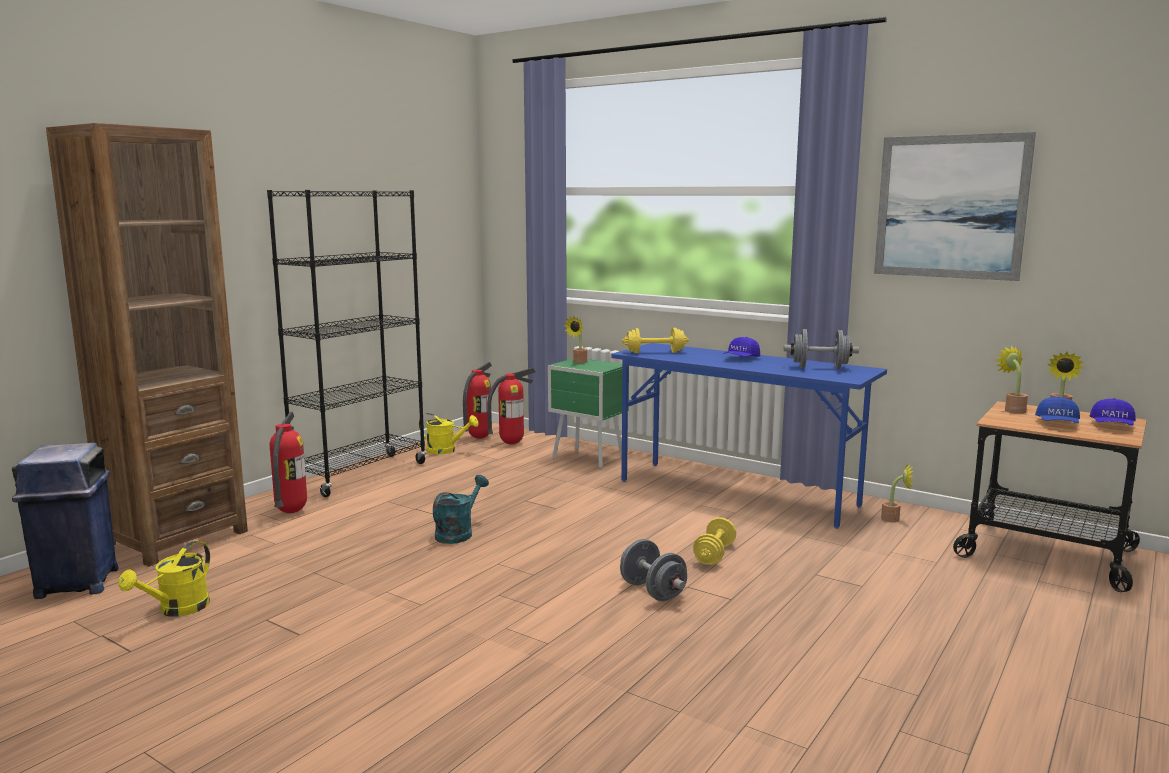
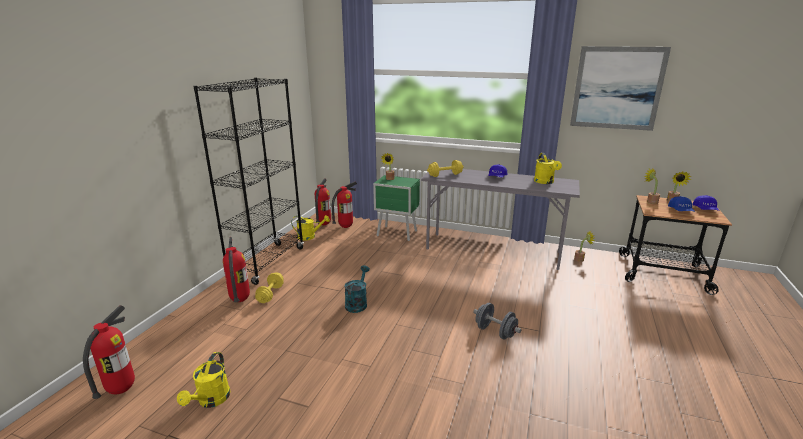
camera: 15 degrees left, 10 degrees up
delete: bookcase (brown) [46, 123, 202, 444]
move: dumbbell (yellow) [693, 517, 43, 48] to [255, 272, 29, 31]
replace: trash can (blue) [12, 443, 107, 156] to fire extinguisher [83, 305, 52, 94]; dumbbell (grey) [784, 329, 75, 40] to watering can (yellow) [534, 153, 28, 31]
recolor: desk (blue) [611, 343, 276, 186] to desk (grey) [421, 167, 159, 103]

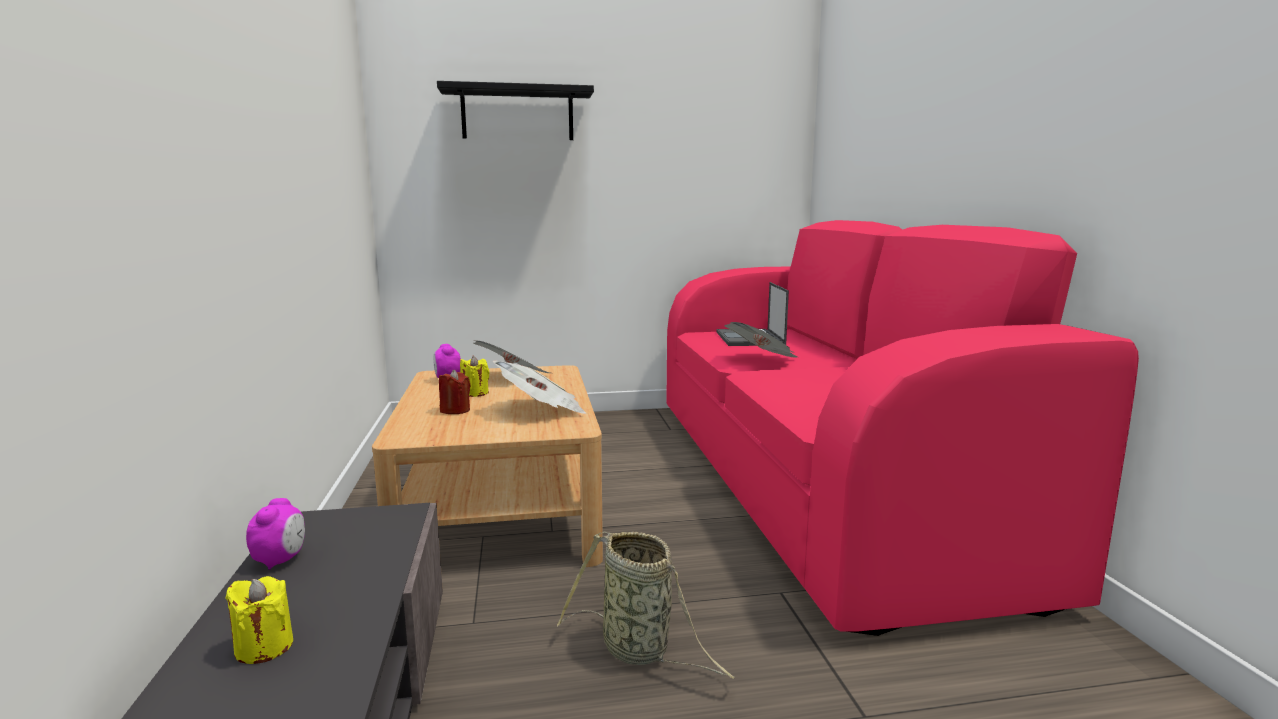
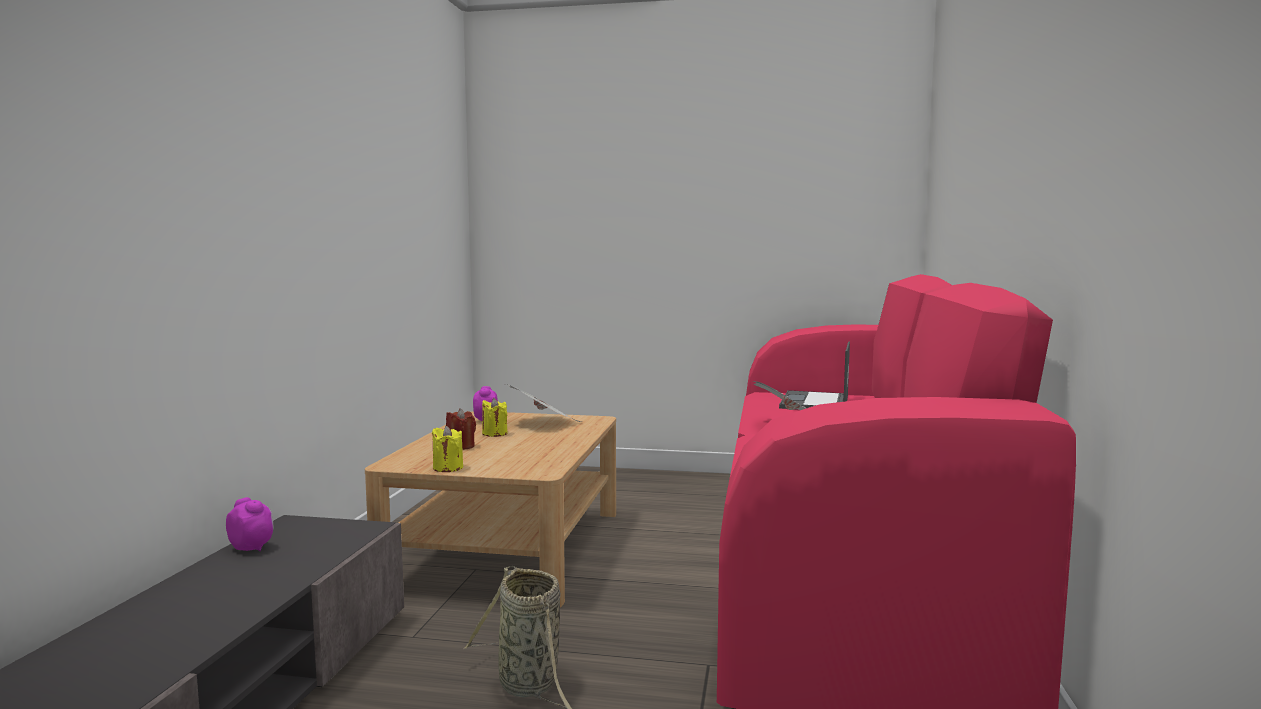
camera: 20 degrees right, 5 degrees down
delete: shelf (black) [437, 81, 157, 59]; newspaper [493, 360, 94, 54]
move: candle (yellow) [225, 576, 68, 88] to [432, 426, 31, 46]
rotate: alarm clock [246, 498, 59, 72] = [226, 497, 47, 54] 75 degrees counterclockwise

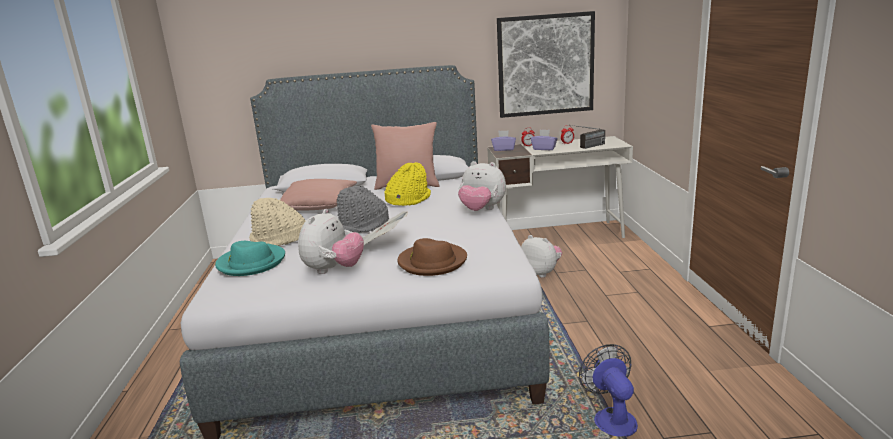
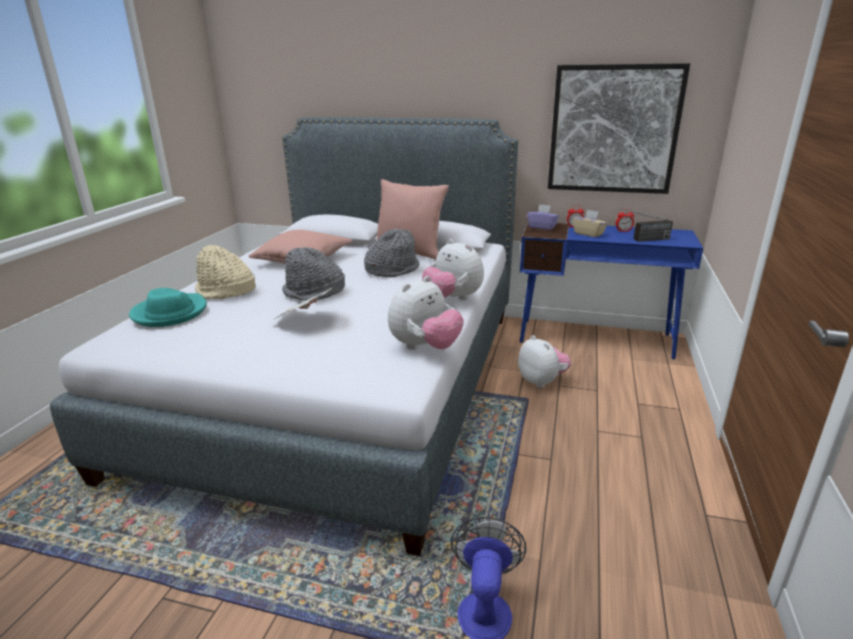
camera: 20 degrees right, 5 degrees up
delete: hat (brown) [397, 238, 70, 38]
move: plush toy [298, 209, 66, 65] to [388, 276, 76, 74]
recolor: hat (yellow) [384, 162, 47, 44] to hat (grey) [364, 228, 56, 49]; desk (white) [487, 136, 146, 102] to desk (blue) [520, 223, 183, 136]; tissue box (purple) [531, 130, 27, 20] to tissue box (beige) [573, 210, 35, 27]

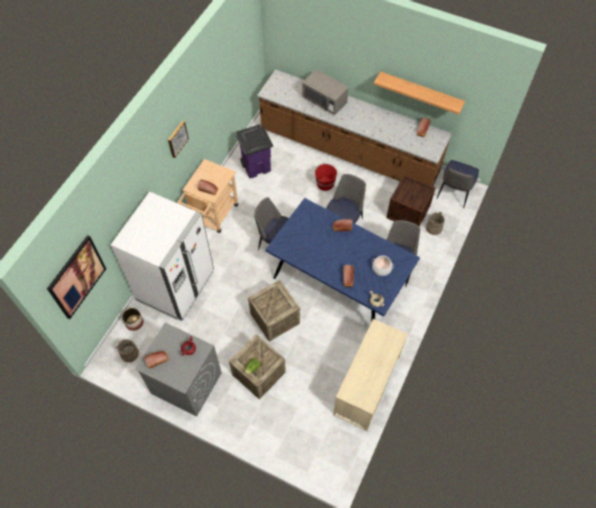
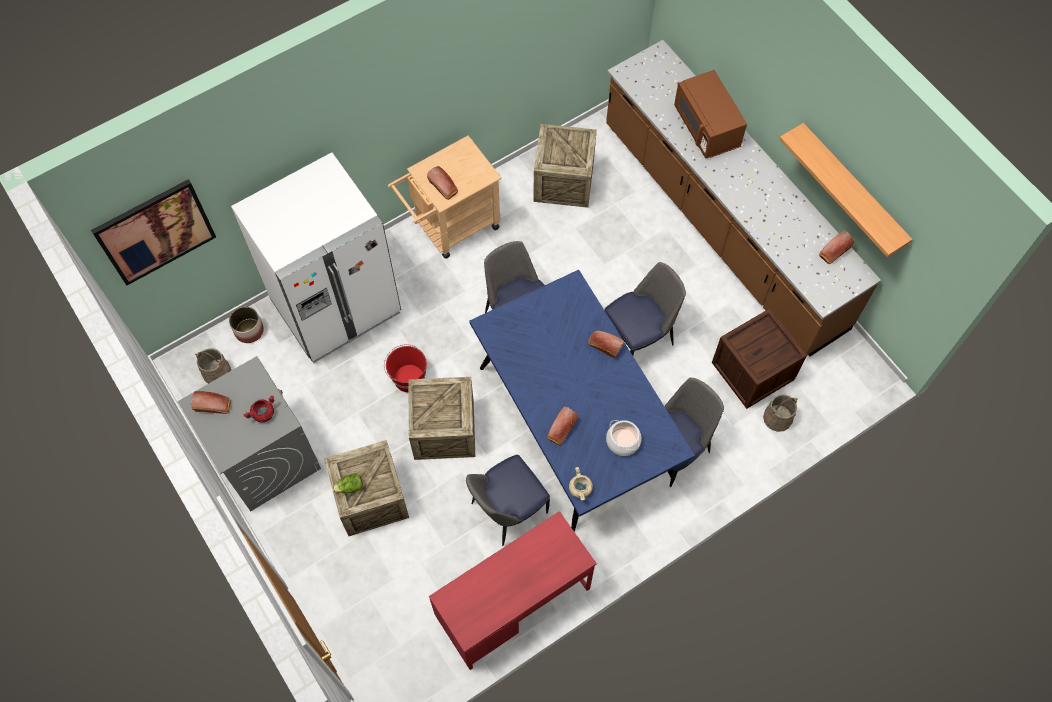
camera: 30 degrees right, 5 degrees up
delete: picture [168, 121, 21, 37]
move: bucket (red) [314, 163, 23, 28] to [384, 344, 43, 48]; chair [437, 160, 42, 48] to [466, 455, 84, 91]
replace: trash can (purple) [236, 124, 37, 54] to crate [533, 124, 64, 84]
recolor: microwave (grey) [302, 69, 47, 46] to microwave (brown) [674, 70, 73, 89]; desk (beige) [333, 319, 75, 112] to desk (red) [429, 511, 168, 159]

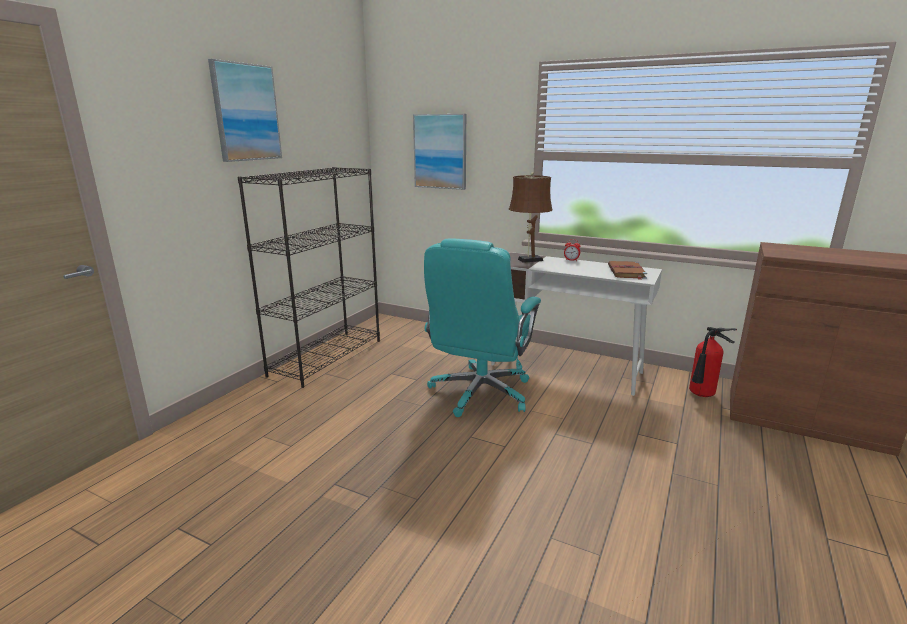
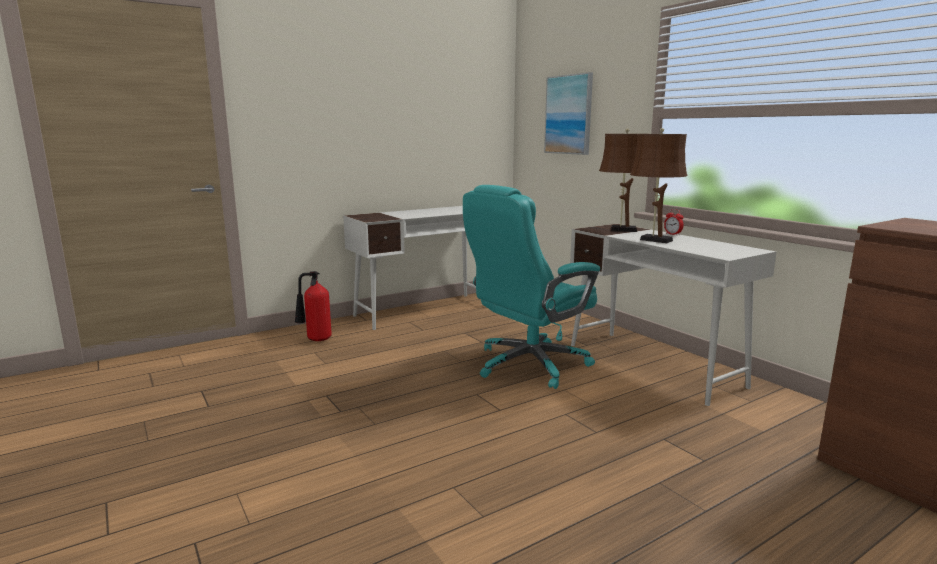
camera: 30 degrees right, 5 degrees down
delete: picture [208, 59, 74, 103]; book (brown) [608, 261, 39, 19]
insert: table lamp (brown) [630, 128, 57, 115]
move: fire extinguisher [689, 327, 48, 70] to [295, 271, 37, 70]
replace: bookcase (black) [238, 167, 142, 221] to desk (white) [343, 206, 133, 124]

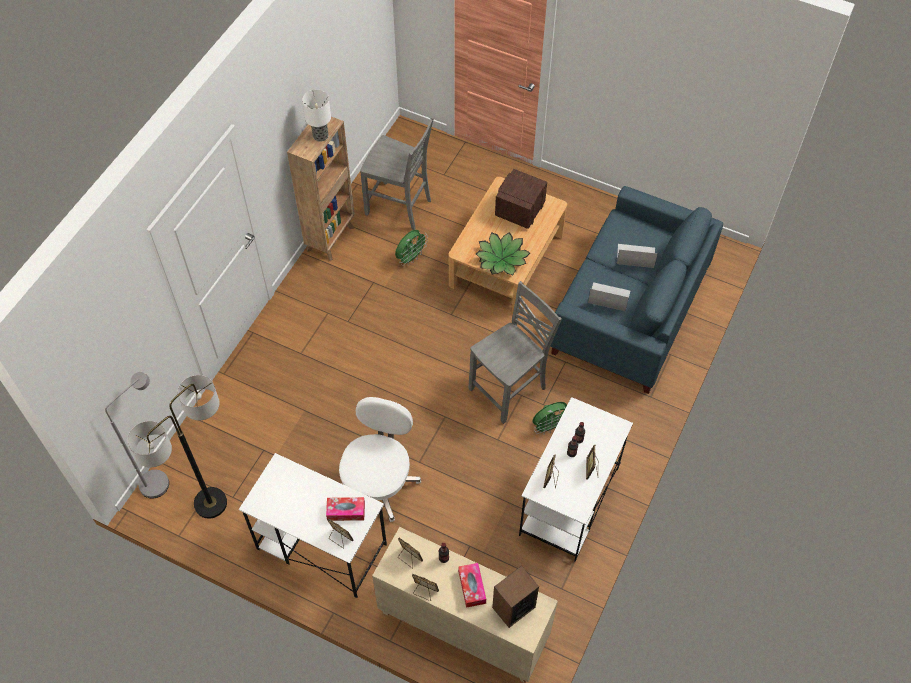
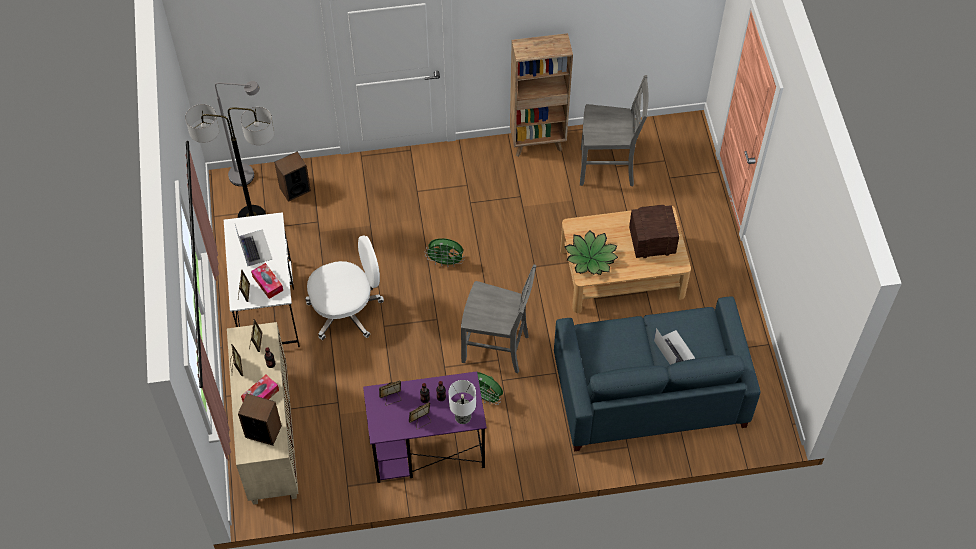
camera: 55 degrees right, 0 degrees up
insert: speaker [274, 152, 37, 50]
move: table lamp [302, 90, 29, 52] to [449, 380, 27, 44]; fan (green) [395, 230, 33, 36] to [425, 238, 40, 28]; laptop [588, 282, 42, 29] to [235, 224, 37, 42]
recolor: desk (white) [519, 397, 114, 165] to desk (purple) [363, 371, 124, 112]
rotate: chair (grey) [360, 116, 74, 114] = [580, 75, 69, 111] 75 degrees counterclockwise

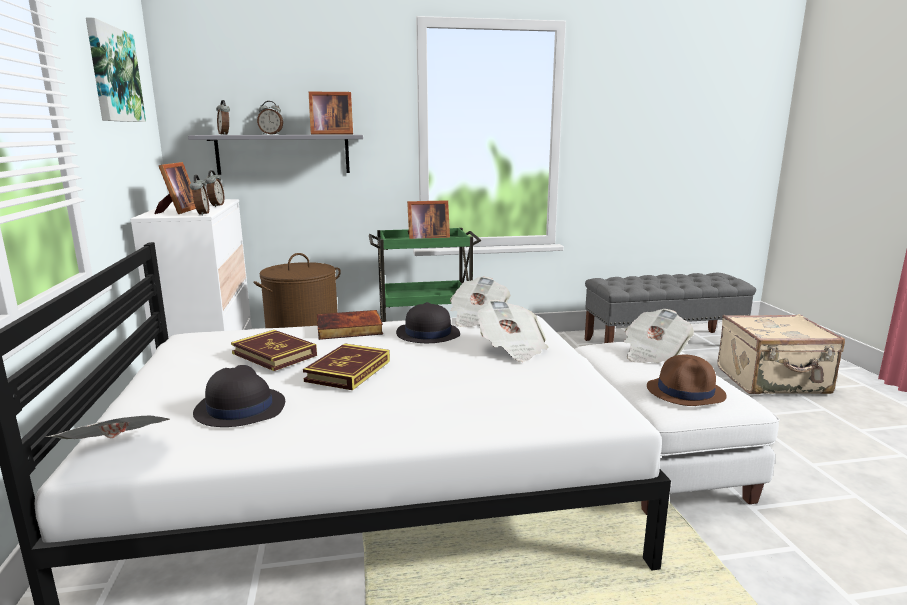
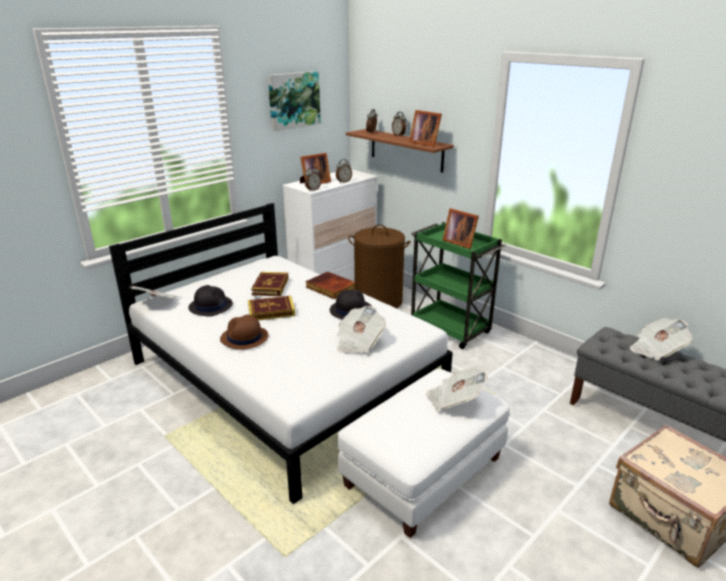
camera: 55 degrees right, 10 degrees up
move: newspaper [450, 277, 60, 50] to [630, 318, 62, 42]; hat (brown) [647, 355, 80, 51] to [220, 315, 48, 35]
recolor: shelf (grey) [188, 135, 175, 40] to shelf (brown) [346, 129, 108, 44]

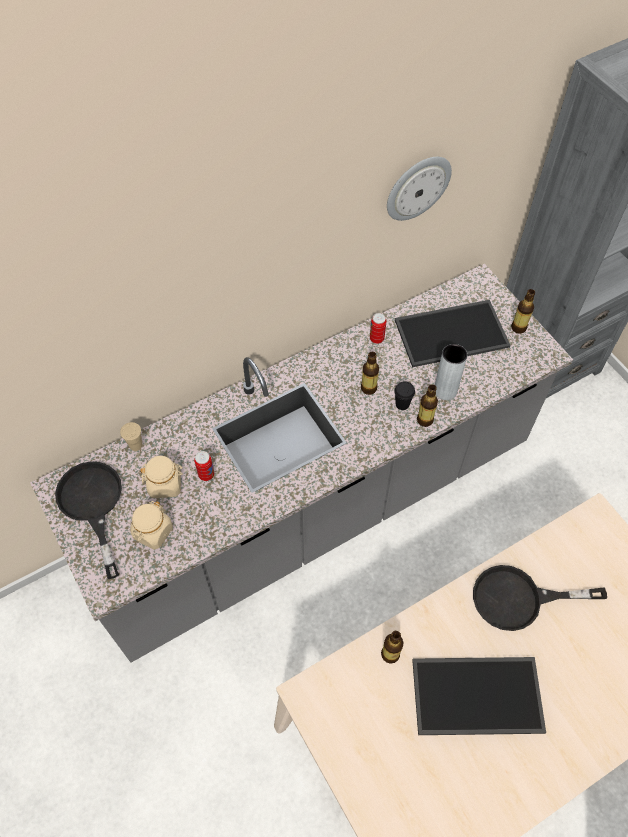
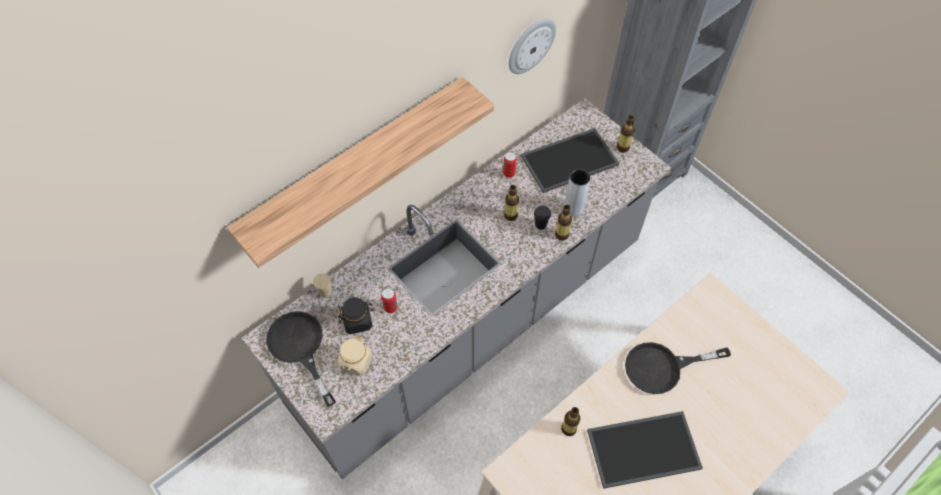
camera: 10 degrees left, 0 degrees up
insert: shelf [227, 77, 267, 191]
recolor: jar (beige) [140, 456, 43, 42] to jar (black) [338, 297, 36, 37]

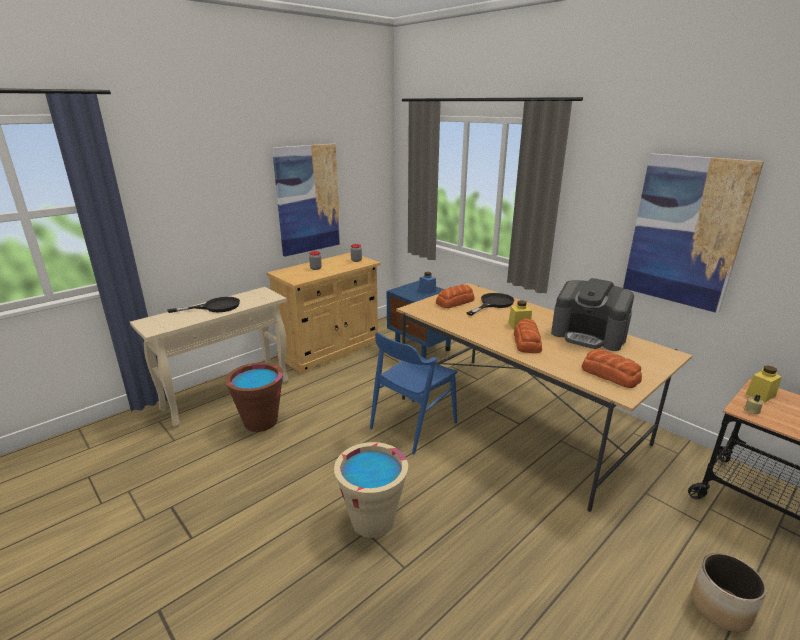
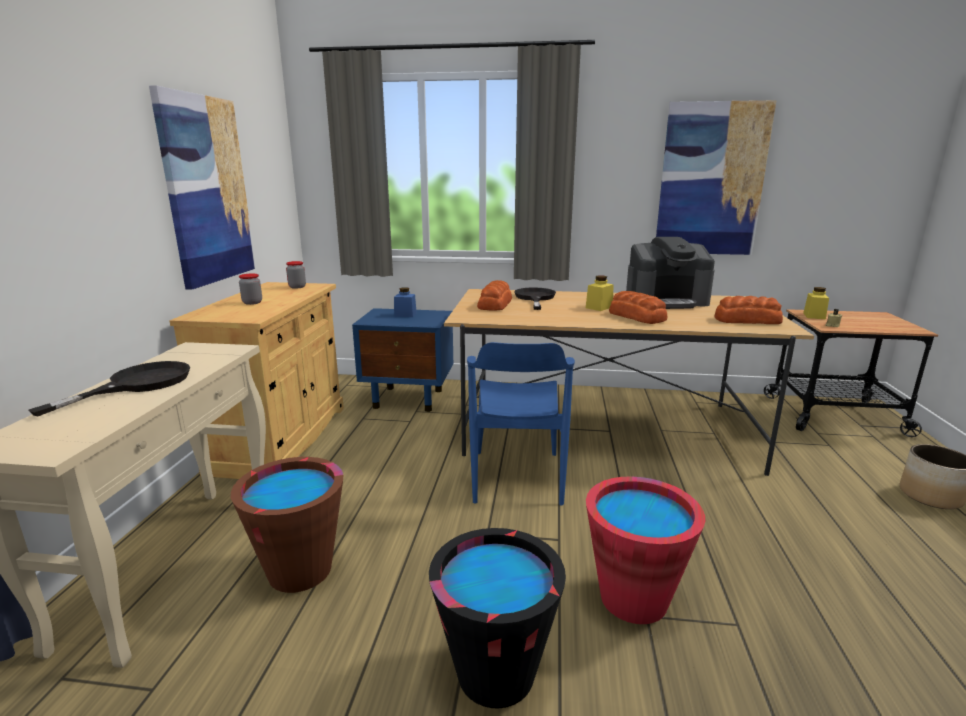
camera: 40 degrees left, 5 degrees down
insert: bucket (black) [429, 528, 137, 181]
recolor: bucket (beige) [334, 442, 74, 96] to bucket (red) [586, 476, 119, 148]

